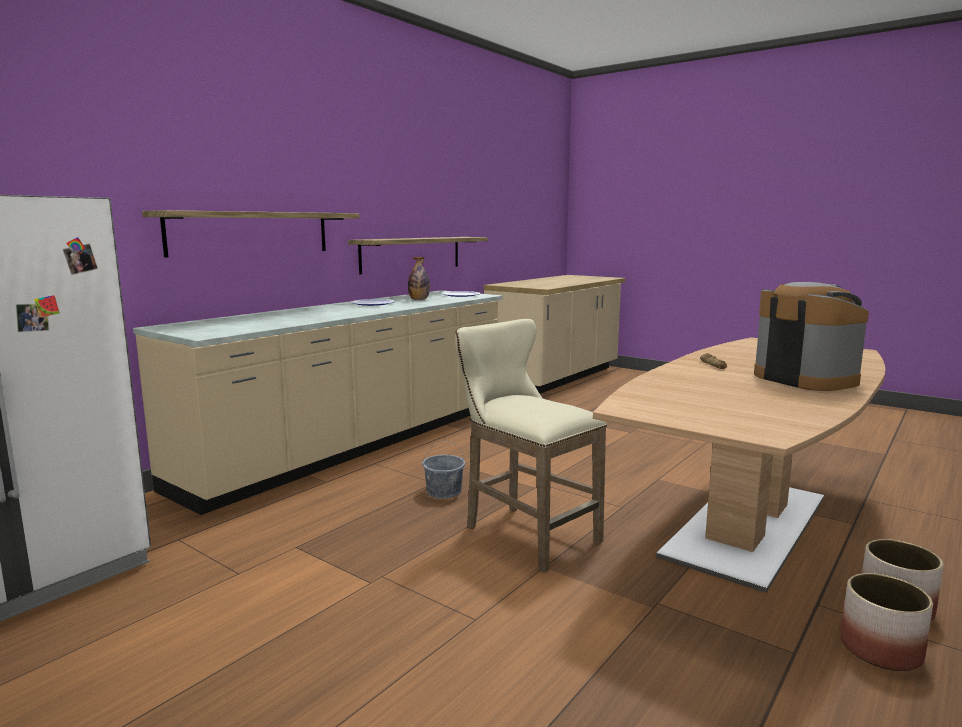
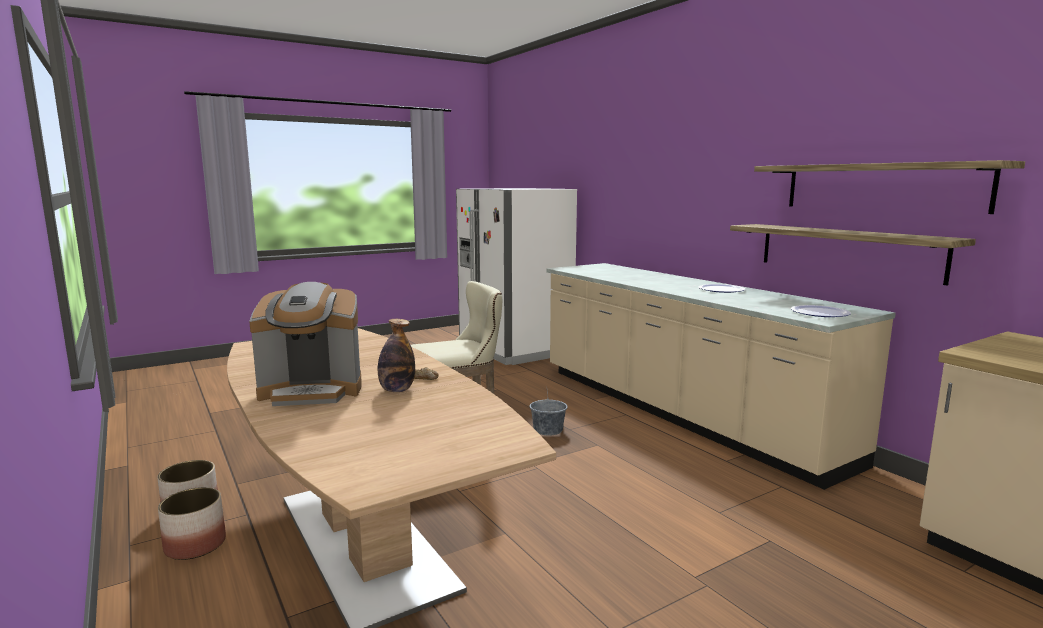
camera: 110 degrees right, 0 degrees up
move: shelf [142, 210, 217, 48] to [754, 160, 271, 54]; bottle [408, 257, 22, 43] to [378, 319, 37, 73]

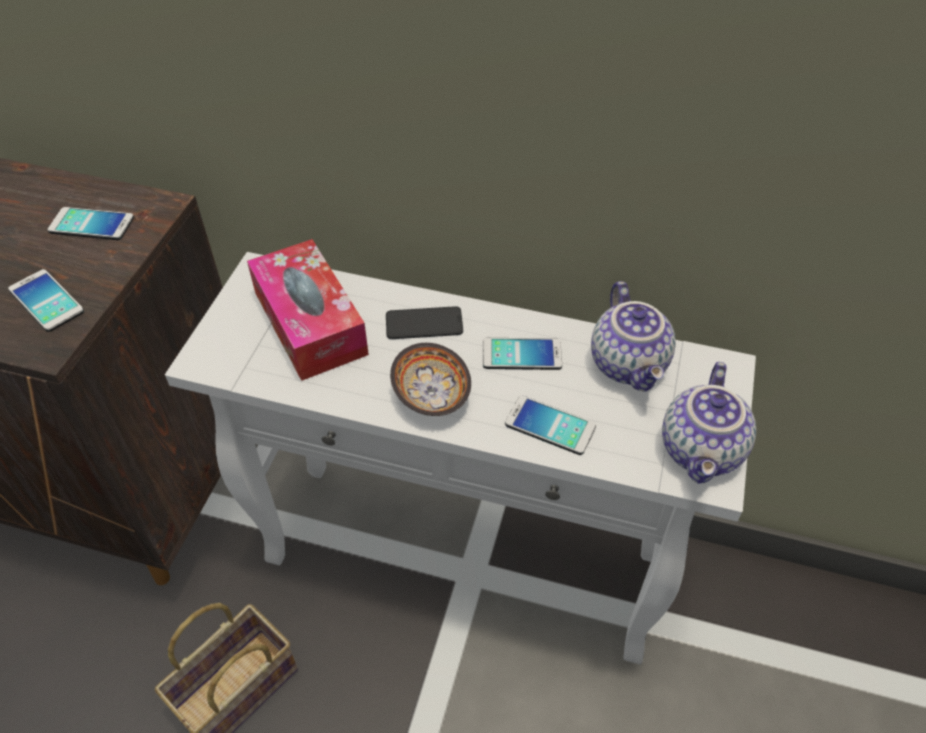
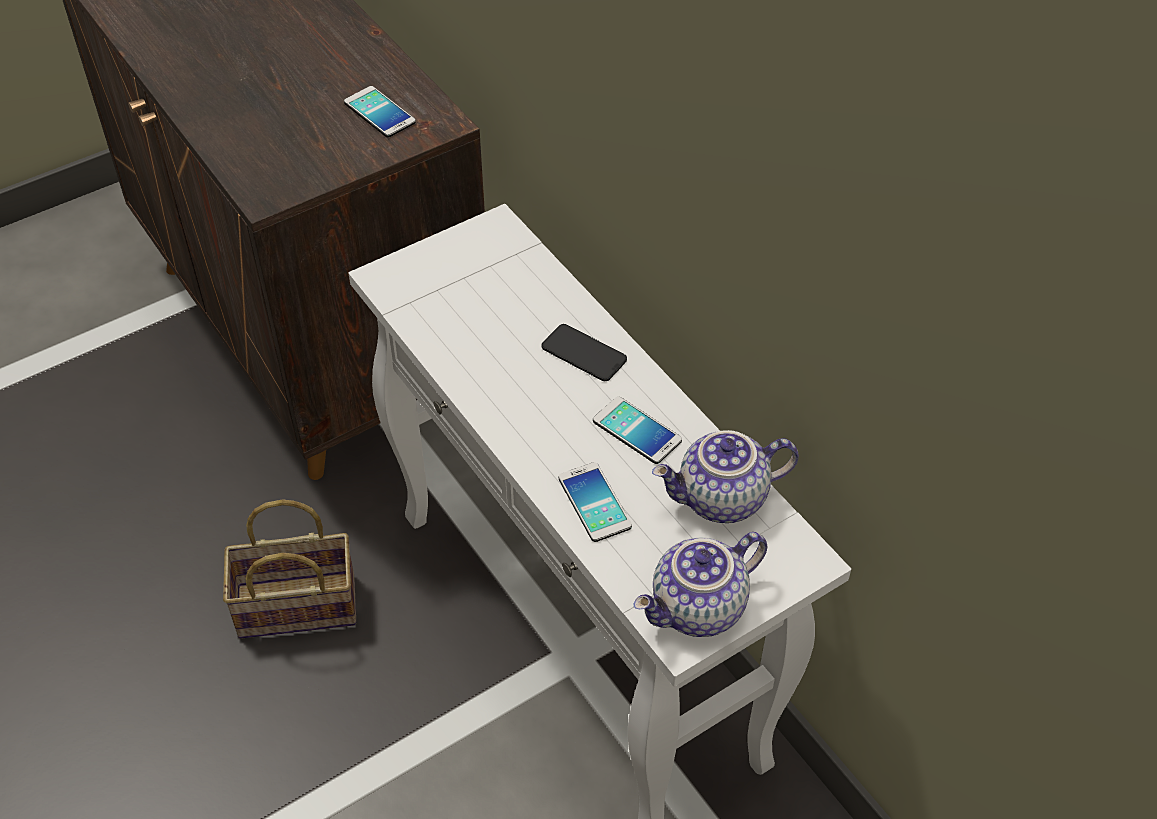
camera: 40 degrees right, 0 degrees up
delete: phone [8, 269, 76, 63]; tissue box [247, 239, 122, 142]; bowl [390, 343, 81, 73]
rotate: teapot [591, 281, 85, 111] = [652, 430, 147, 93] 45 degrees clockwise

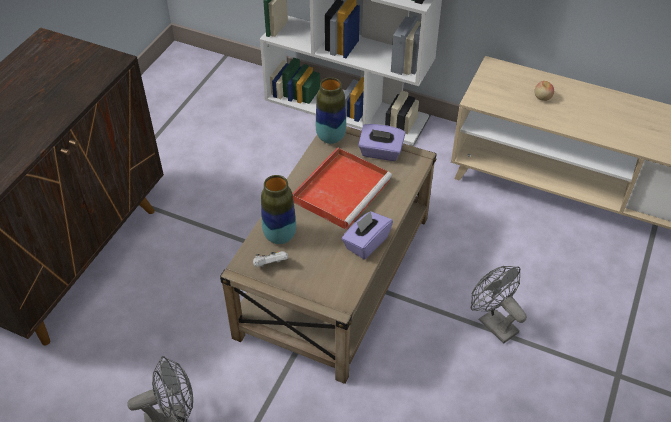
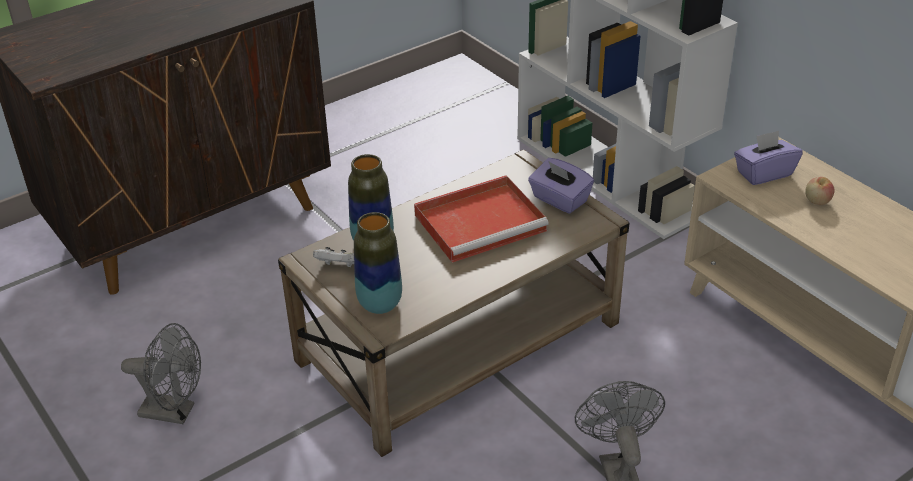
camera: 30 degrees right, 10 degrees down
move: vase [316, 77, 30, 67] to [354, 212, 48, 102]; tissue box (purple) [342, 211, 51, 49] to [734, 131, 69, 54]

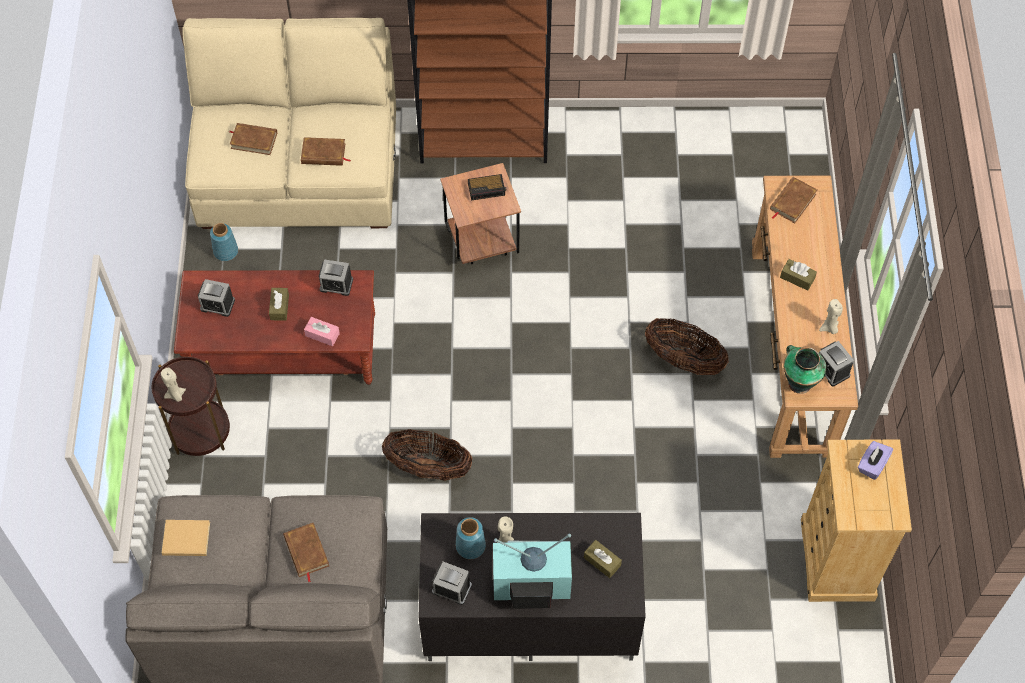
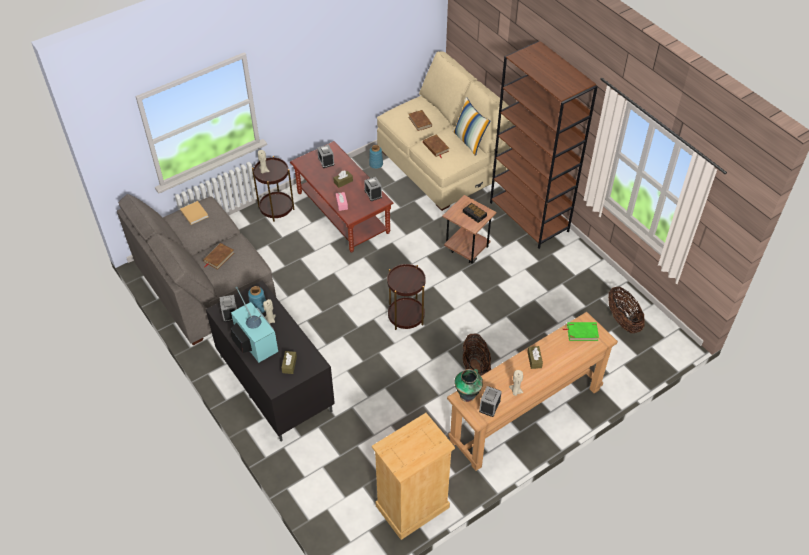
camera: 55 degrees right, 10 degrees down
delete: tissue box (purple) [858, 441, 35, 39]
insert: side table (brown) [387, 264, 39, 66]; pillow [453, 97, 38, 59]
move: basket [382, 429, 90, 52] to [608, 287, 37, 46]
recolor: book (brown) [770, 177, 47, 46] to book (green) [562, 322, 37, 19]

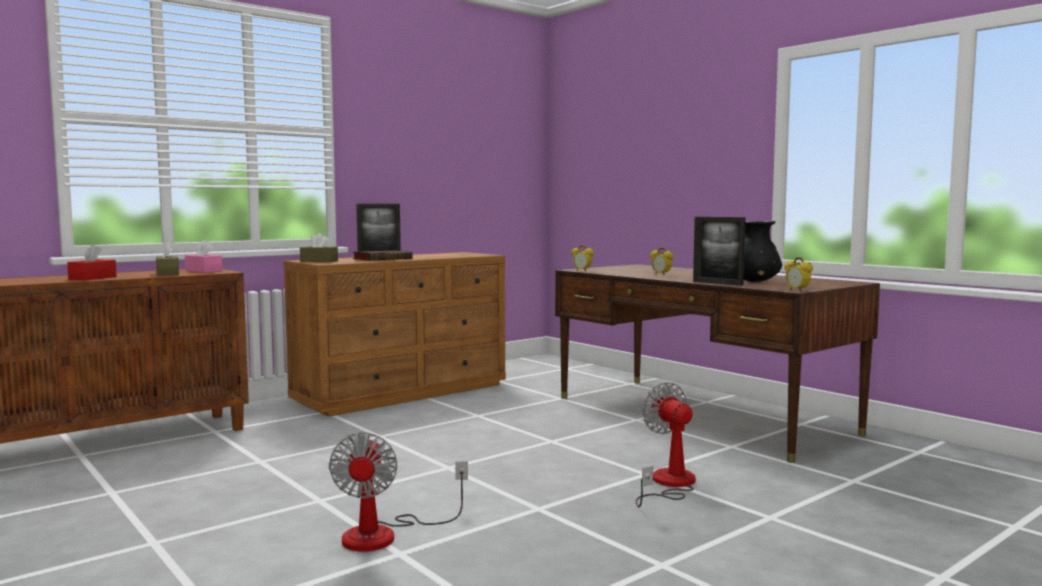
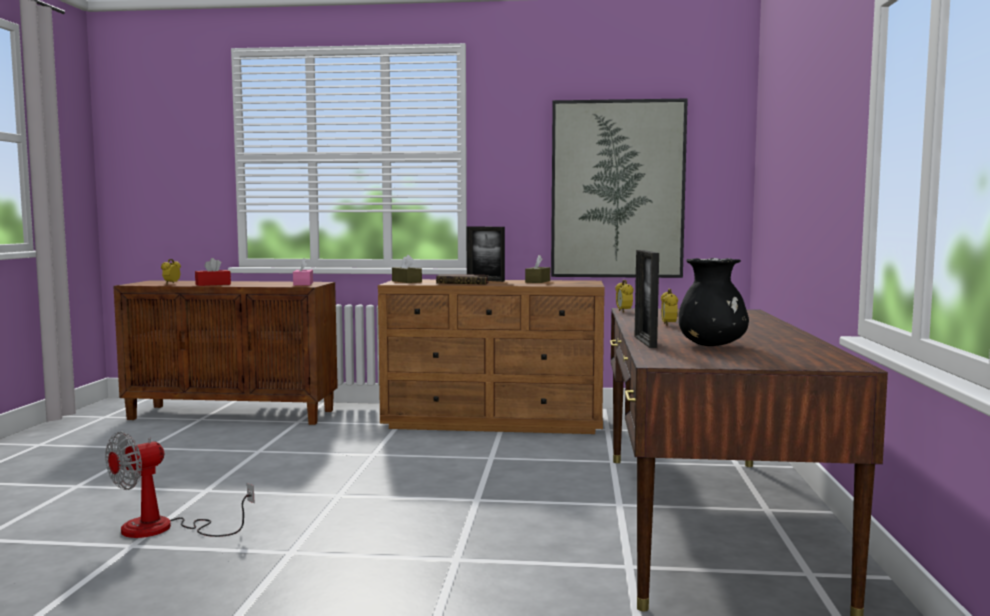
camera: 45 degrees right, 0 degrees up
delete: fan [636, 382, 59, 125]
insert: picture [551, 99, 137, 179]
move: tissue box (brown) [156, 242, 23, 34] to [525, 255, 25, 28]; alarm clock [784, 257, 29, 35] to [161, 259, 20, 25]

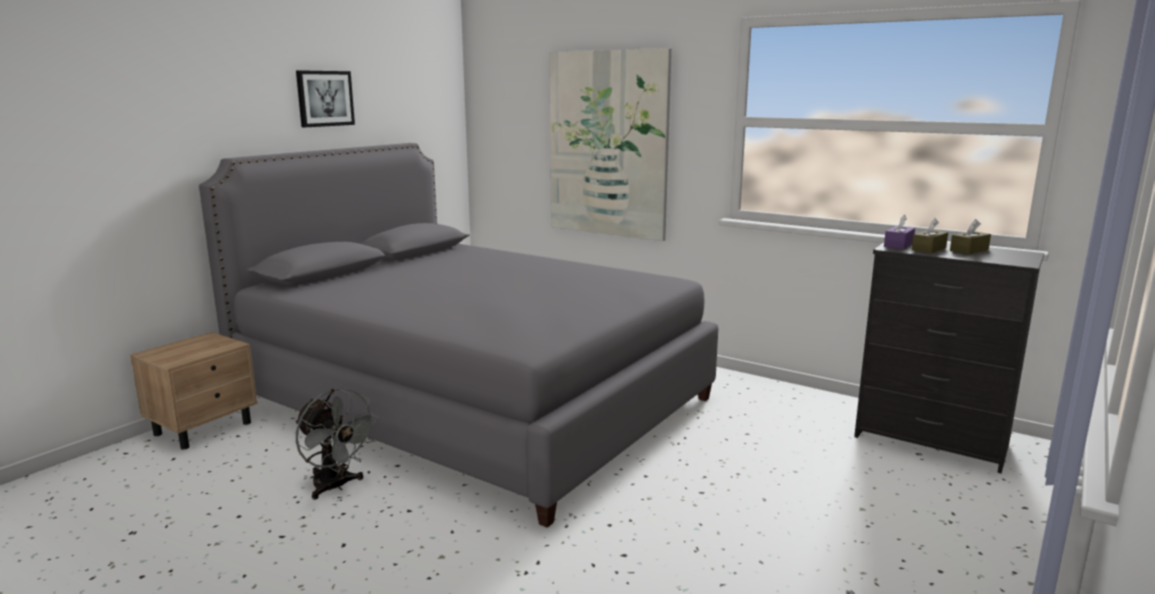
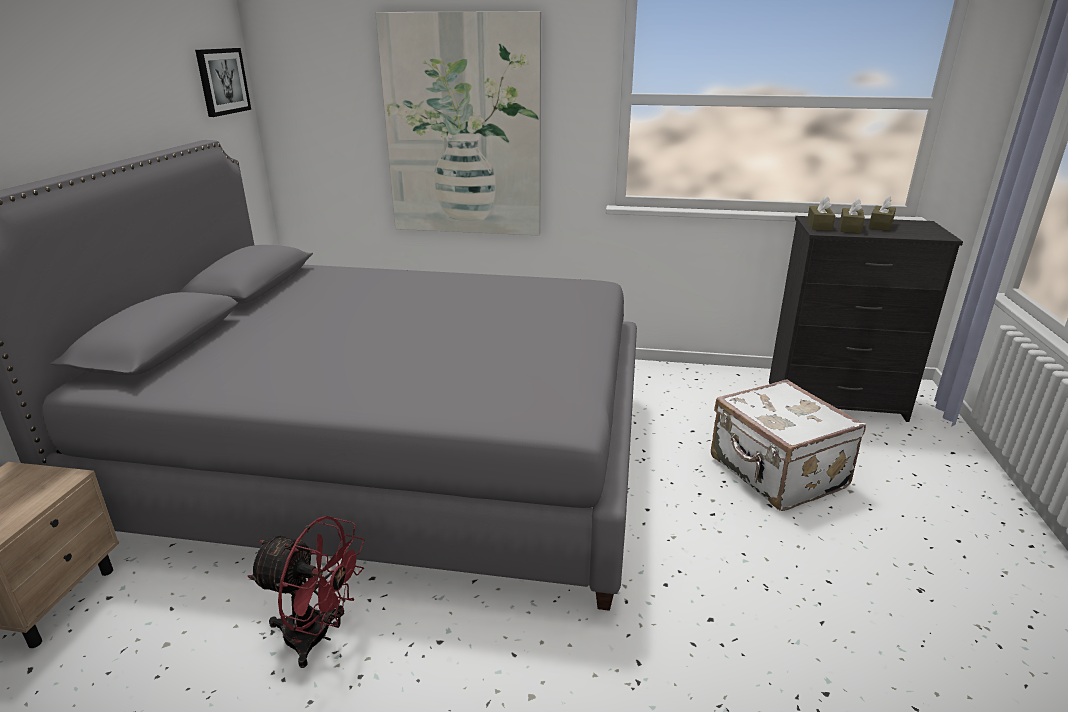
camera: 25 degrees left, 10 degrees up
insert: suitcase (white) [711, 379, 155, 132]
move: picture [296, 70, 59, 57] to [195, 48, 56, 69]
recolor: fan (grey) [295, 388, 84, 112] to fan (red) [248, 516, 117, 152]; tissue box (purple) [884, 215, 31, 34] to tissue box (brown) [807, 195, 28, 36]

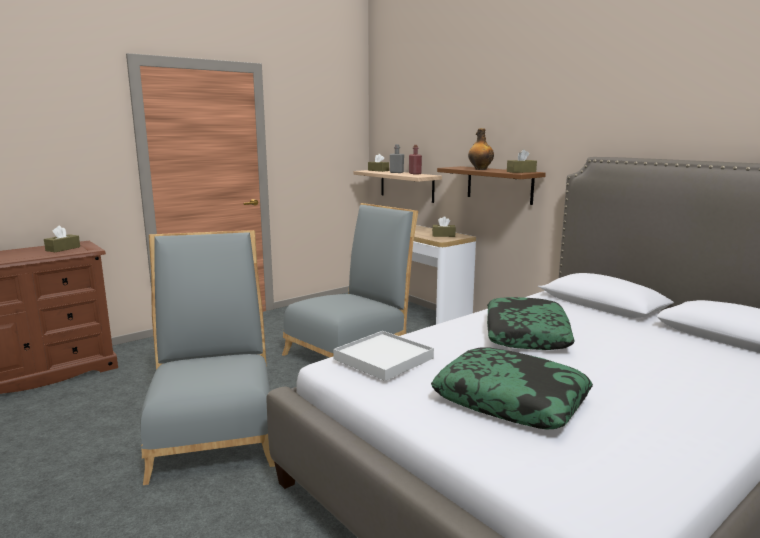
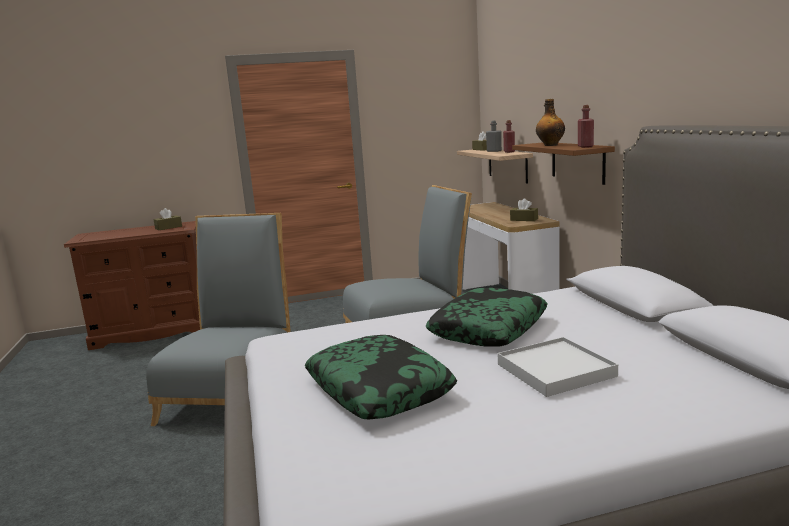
camera: 25 degrees right, 0 degrees up
move: tray (white) [333, 331, 101, 50] to [498, 337, 120, 60]
replace: tissue box (brown) [507, 149, 30, 24] to bottle (red) [578, 105, 16, 43]

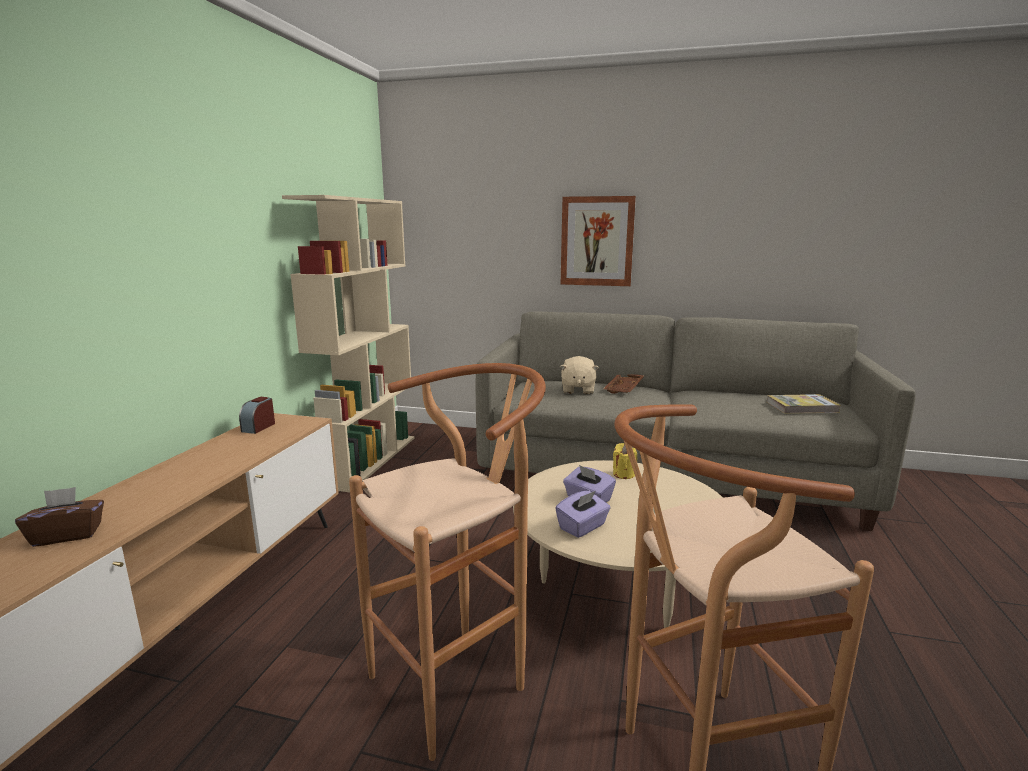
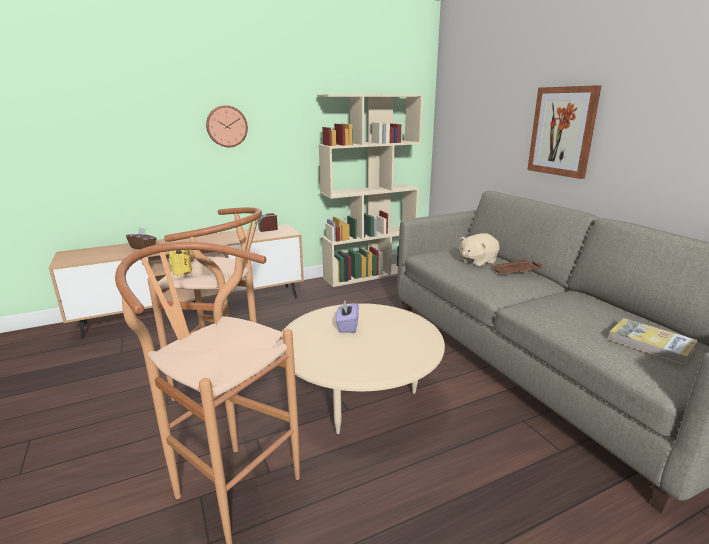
camera: 50 degrees right, 5 degrees up
delete: tissue box (purple) [555, 491, 56, 47]
insert: wall clock [206, 105, 42, 42]
move: candle (yellow) [613, 443, 24, 36] to [169, 250, 23, 25]

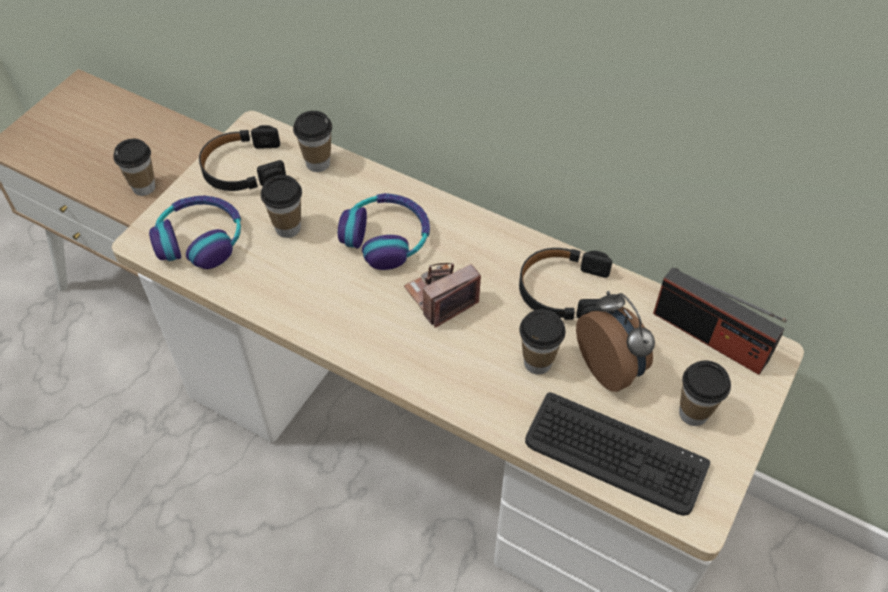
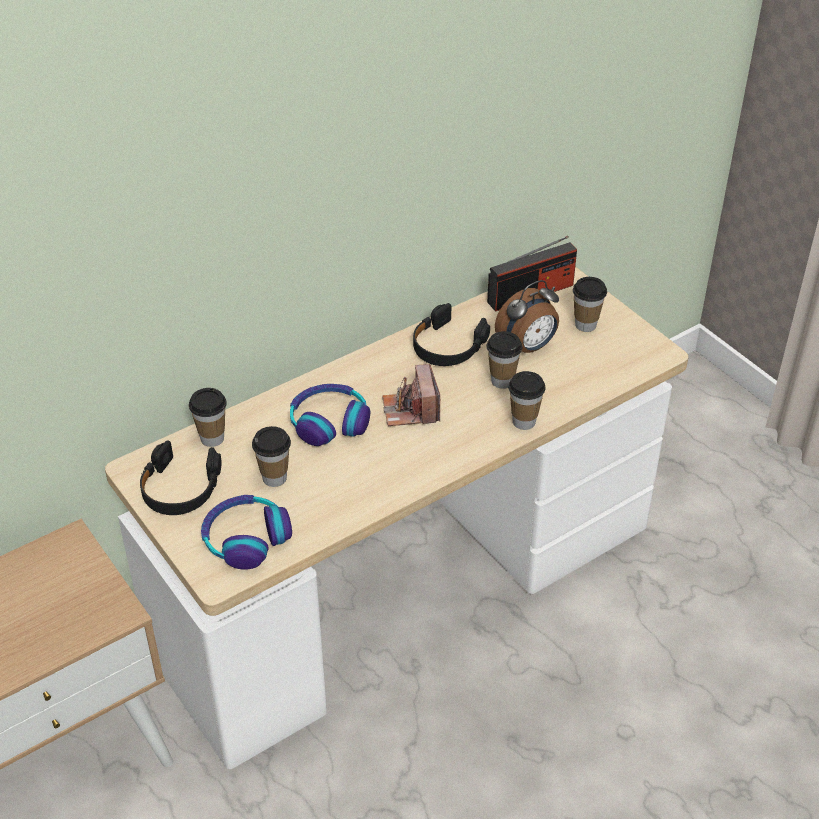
camera: 65 degrees left, 10 degrees down
delete: keyboard [525, 392, 185, 124]
move: cup [113, 139, 42, 57] to [508, 371, 37, 59]
rotate: alarm clock [576, 291, 79, 101] = [495, 280, 64, 73] 150 degrees clockwise

